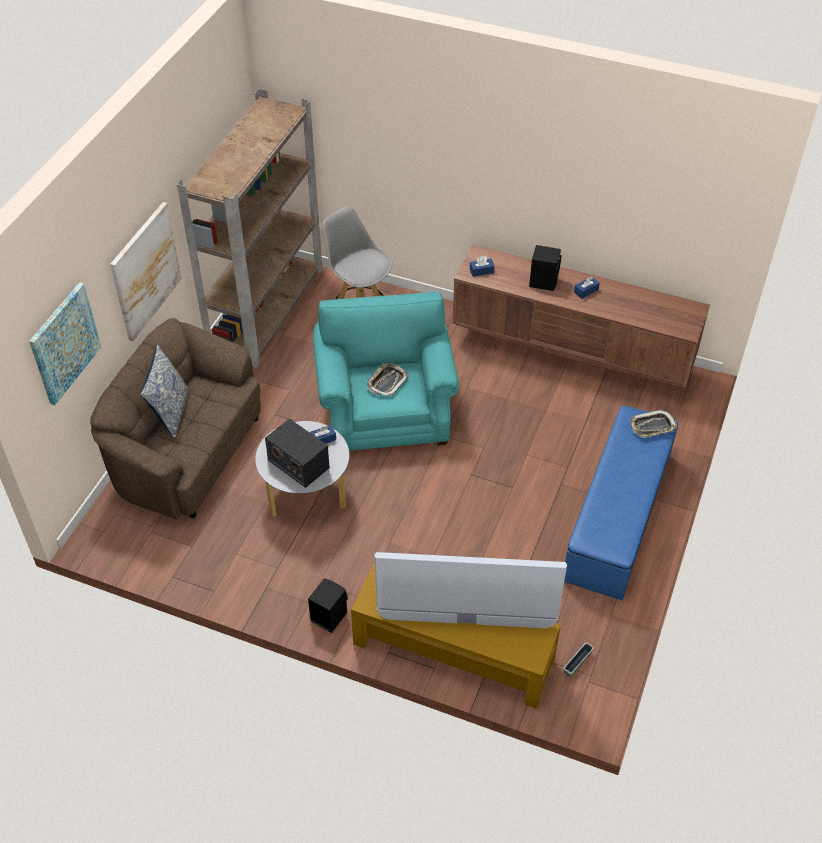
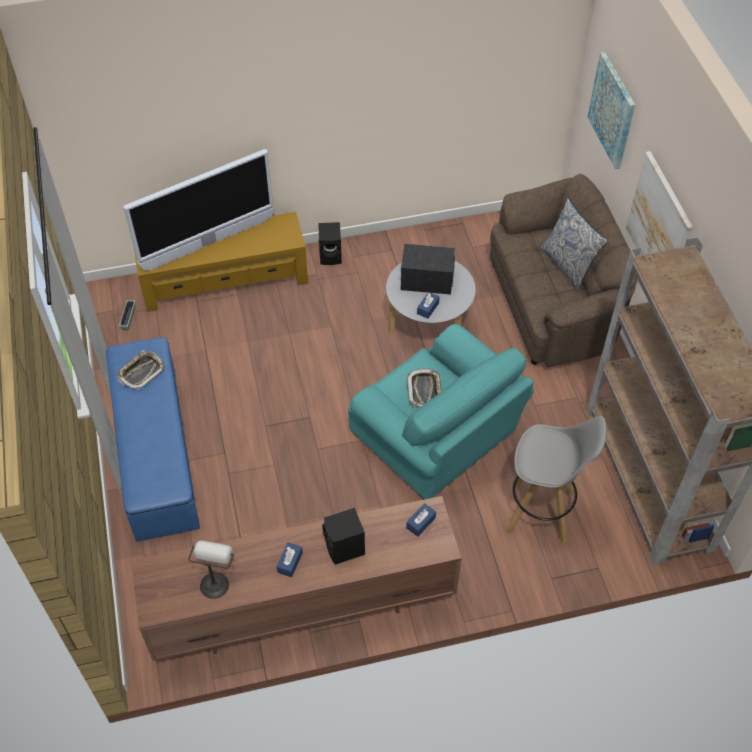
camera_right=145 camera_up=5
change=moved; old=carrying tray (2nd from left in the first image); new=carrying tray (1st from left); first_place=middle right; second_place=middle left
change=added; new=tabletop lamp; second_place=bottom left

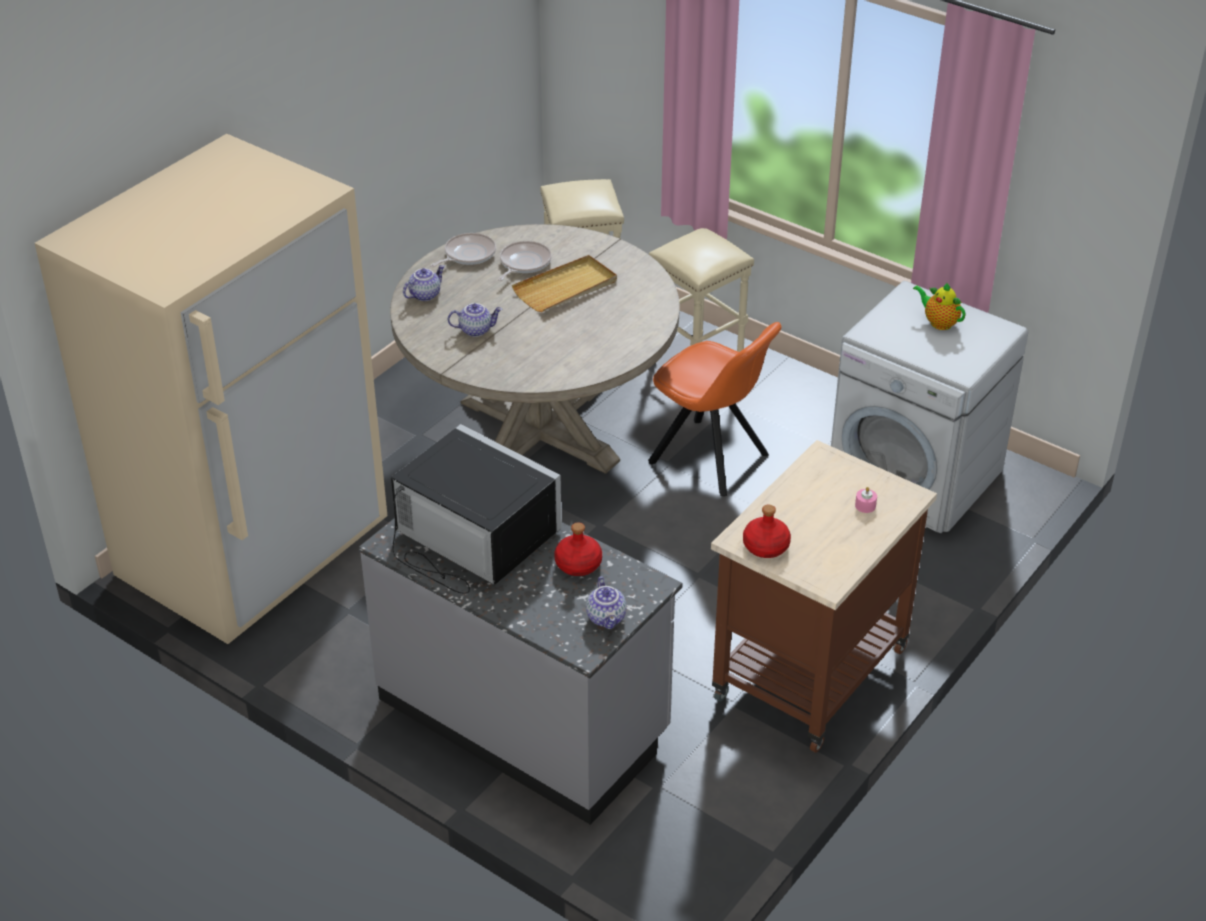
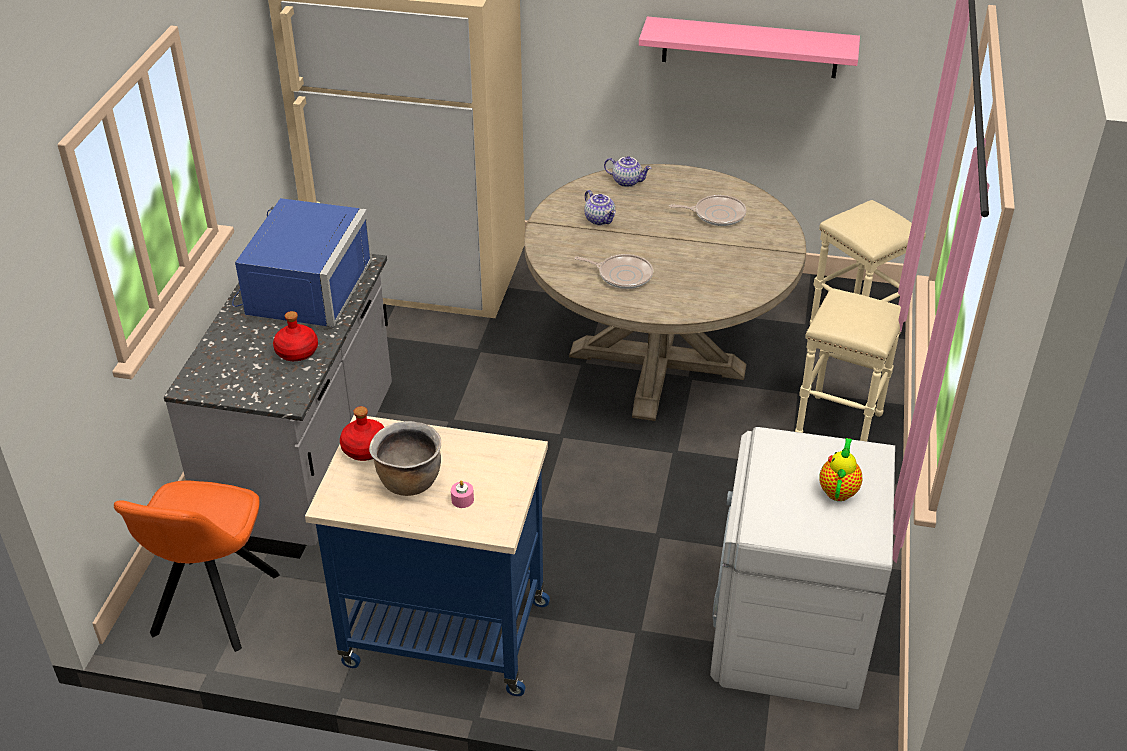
camera_right=65 camera_up=0
change=moved; old=orangey chair; first_place=centre; second_place=bottom left
change=recoloured; old=blackish microwave oven; new=blue-coloured microwave oven; first_place=centre; second_place=middle left
change=recoloured; old=brown wheeled cart; new=blue-coloured wheeled cart; first_place=middle right; second_place=bottom centre
change=added; new=brown saucepot; second_place=centre
change=moved; old=pan (1st from left); first_place=top centre; second_place=centre
change=added; new=pink bracket shelf; second_place=top centre
change=removed; old=beige-coloured carrying tray; first_place=top centre
change=removed; old=pot for tea (3rd from left); first_place=centre

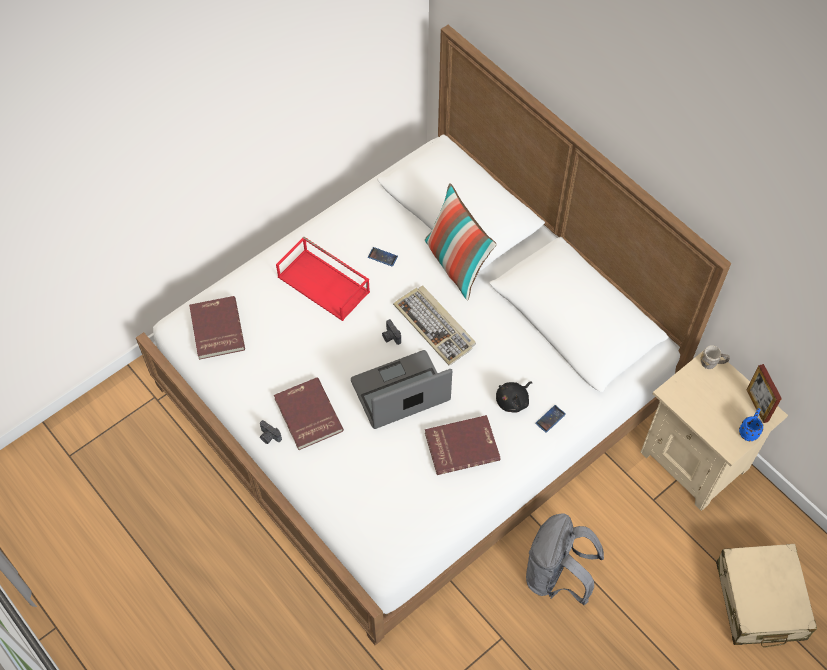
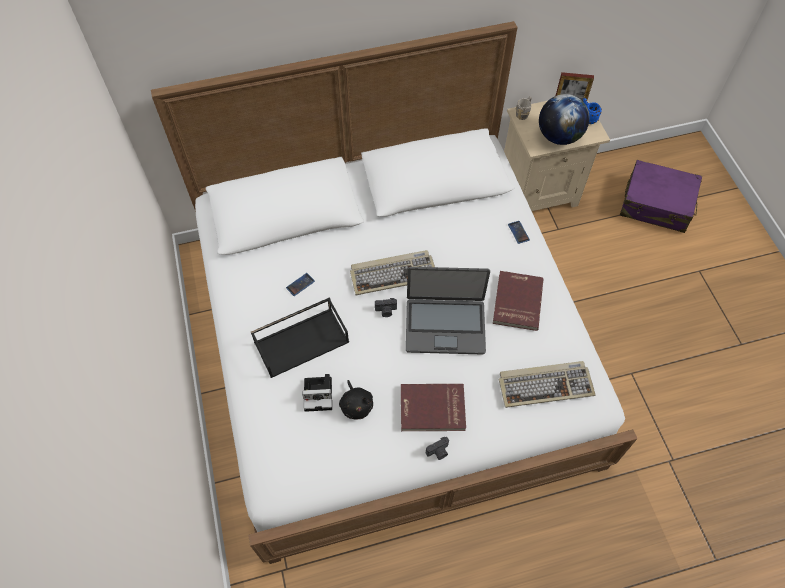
camera_right=-65 camera_up=0
change=recoloured; old=red carrying tray; new=blackish carrying tray; first_place=centre; second_place=centre
change=added; new=still camera (1st from left); second_place=bottom centre
change=moved; old=blackish plush toy; first_place=centre; second_place=bottom centre
change=turned; old=laptop; first_place=centre; second_place=centre; degrees=-90
change=added; new=computer keyboard (2nd from left); second_place=middle right
change=added; new=desk globe; second_place=top right
change=recoloured; old=beige-coloured piece of luggage; new=purple piece of luggage; first_place=bottom right; second_place=middle right
change=removed; old=red volume (1st from left); first_place=middle left
change=removed; old=pillow; first_place=centre
change=removed; old=gray knapsack; first_place=bottom right

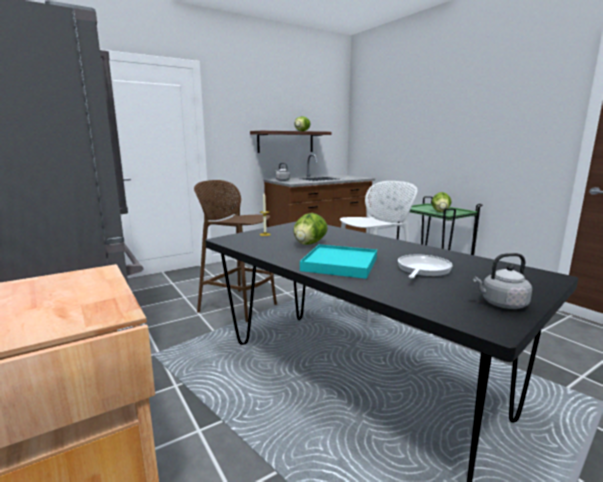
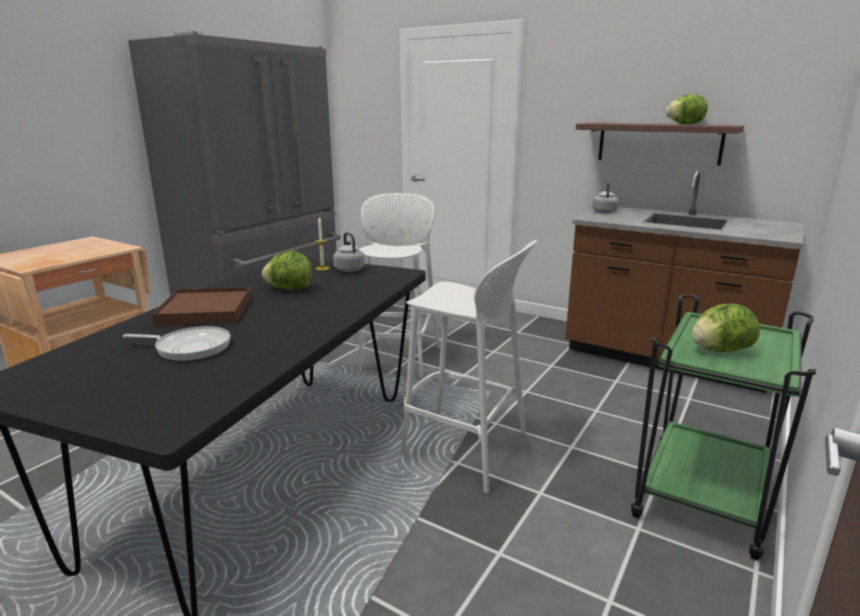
camera_right=65 camera_up=5
change=recoloured; old=turquoise carrying tray; new=brown carrying tray; first_place=centre; second_place=middle left
change=moved; old=gray tea kettle (2nd from left in the first image); new=gray tea kettle (1st from left); first_place=middle right; second_place=centre
change=recoloured; old=brown stool seat; new=whitish stool seat (1st from left); first_place=centre; second_place=centre

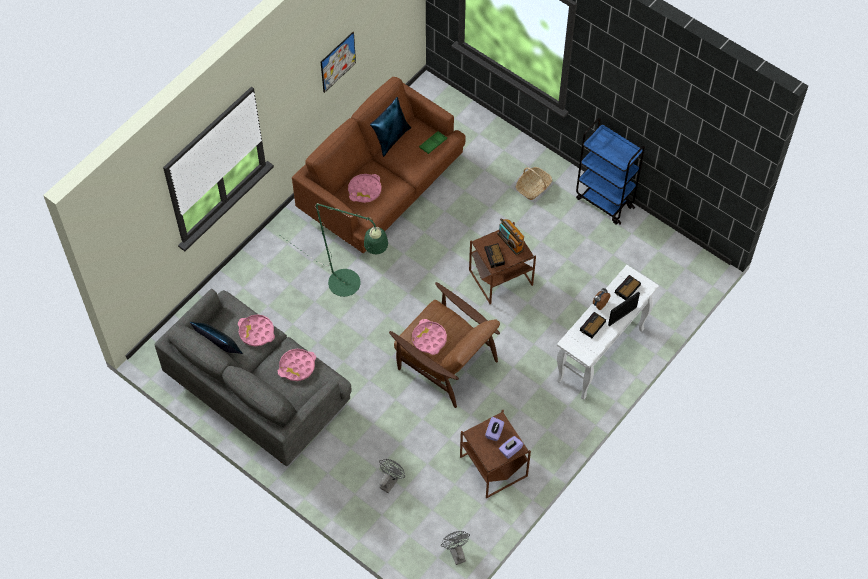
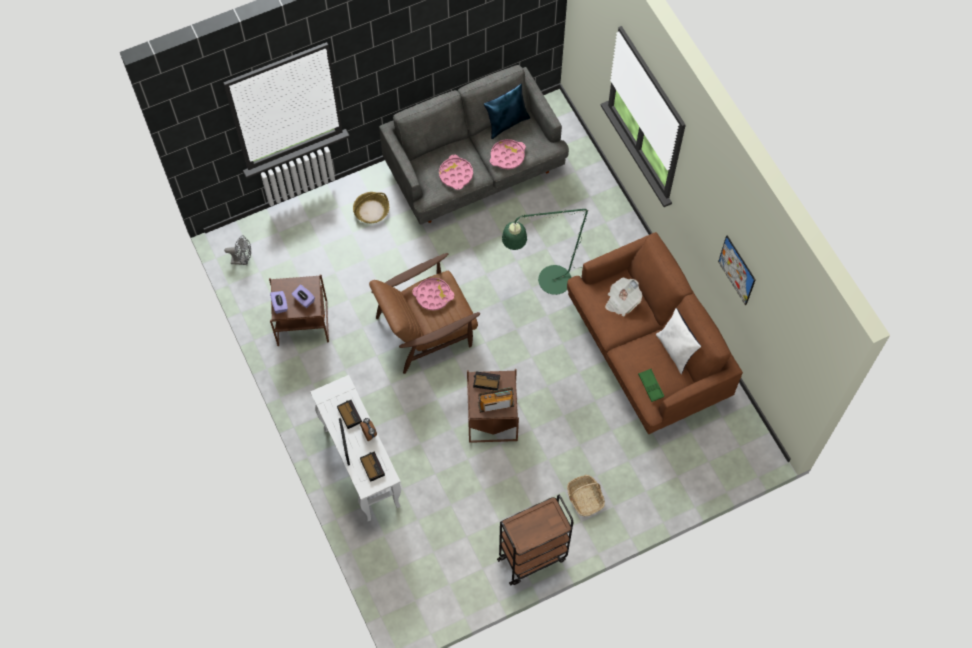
camera_right=115 camera_up=5
change=added; new=storage basket (1st from left); second_place=top centre
change=recoloured; old=blue-coloured wheeled cart; new=brown wheeled cart; first_place=top right; second_place=bottom centre
change=replaced; old=pink carrying tray (3rd from left); new=daily paper; first_place=top centre; second_place=centre
change=recoloured; old=blue-coloured pillow (2nd from left); new=whitish pillow; first_place=top centre; second_place=middle right
change=removed; old=gray electric fan (1st from left); first_place=bottom centre

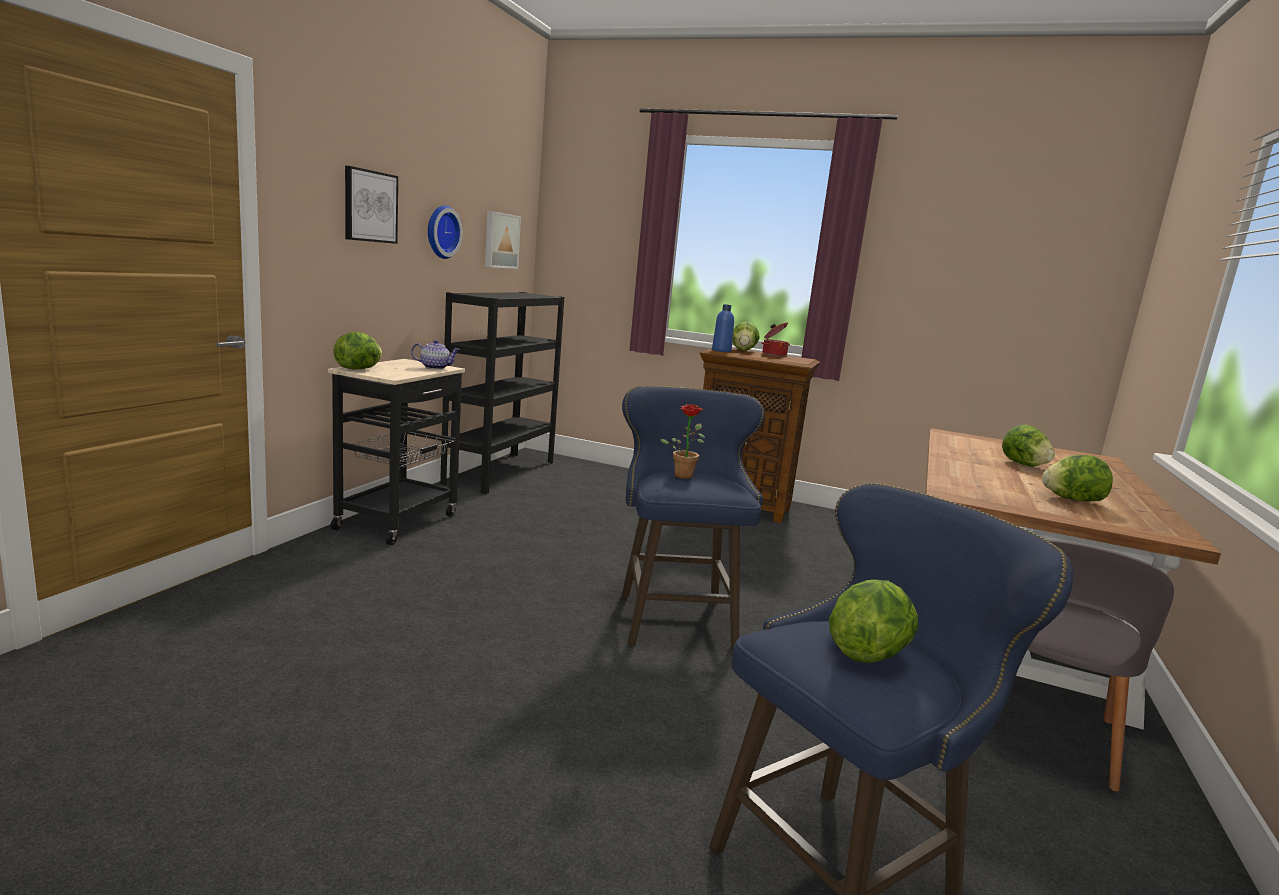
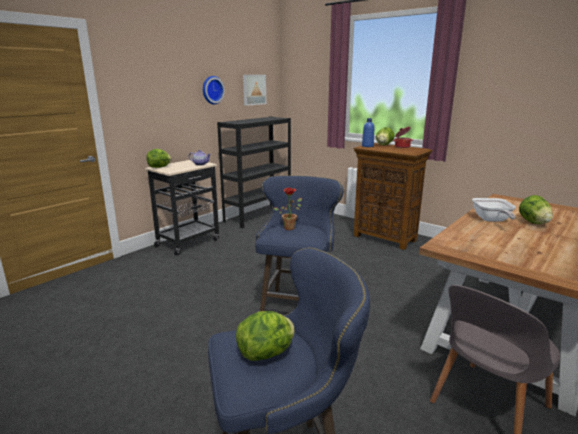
camera_right=20 camera_up=5
change=added; new=pan; second_place=middle right
change=removed; old=wall picture (1st from left); first_place=top left
change=removed; old=head of lettuce (5th from left); first_place=middle right

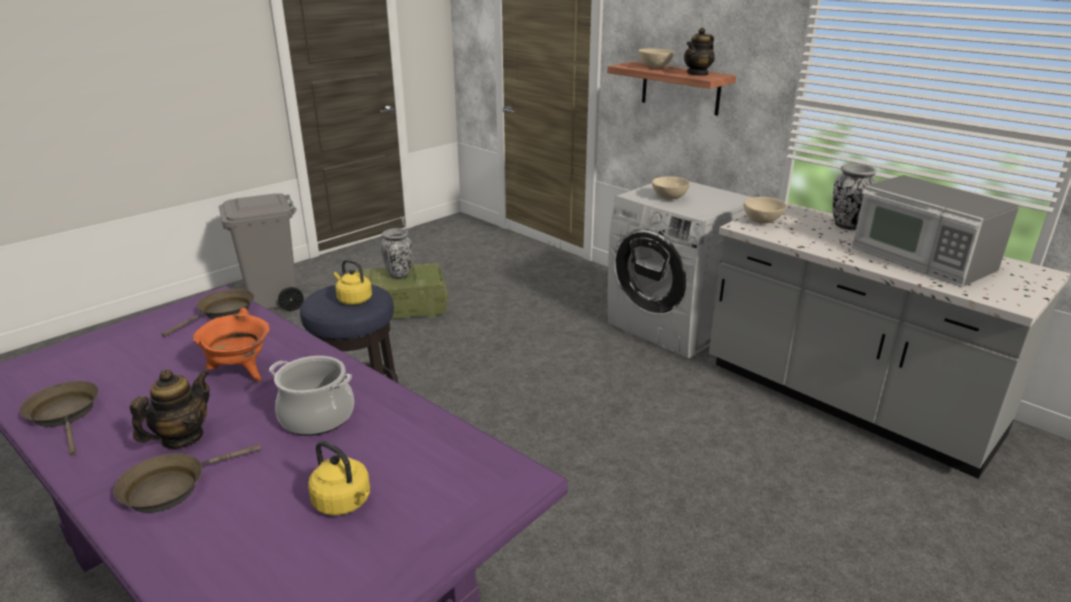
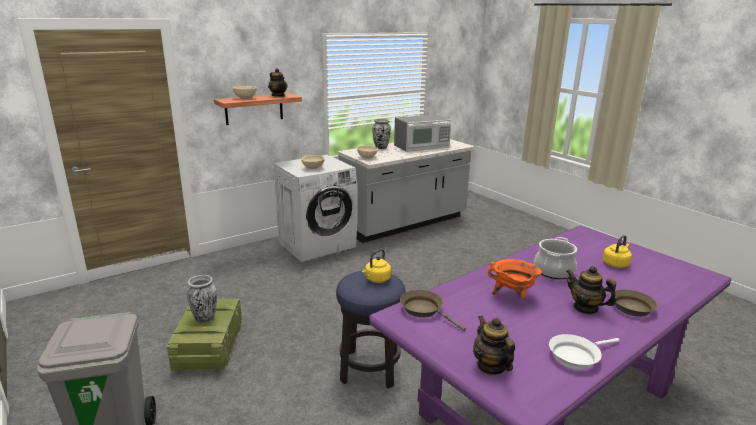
camera_right=-80 camera_up=-5
change=added; new=pot for tea (2nd from left); second_place=bottom centre
change=recoloured; old=brown pan (1st from left); new=whitish pan; first_place=bottom left; second_place=bottom right

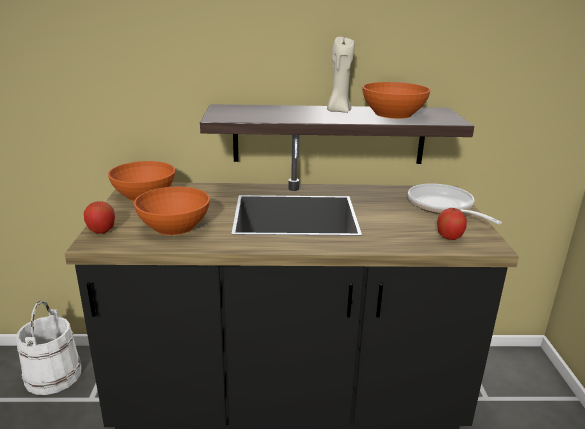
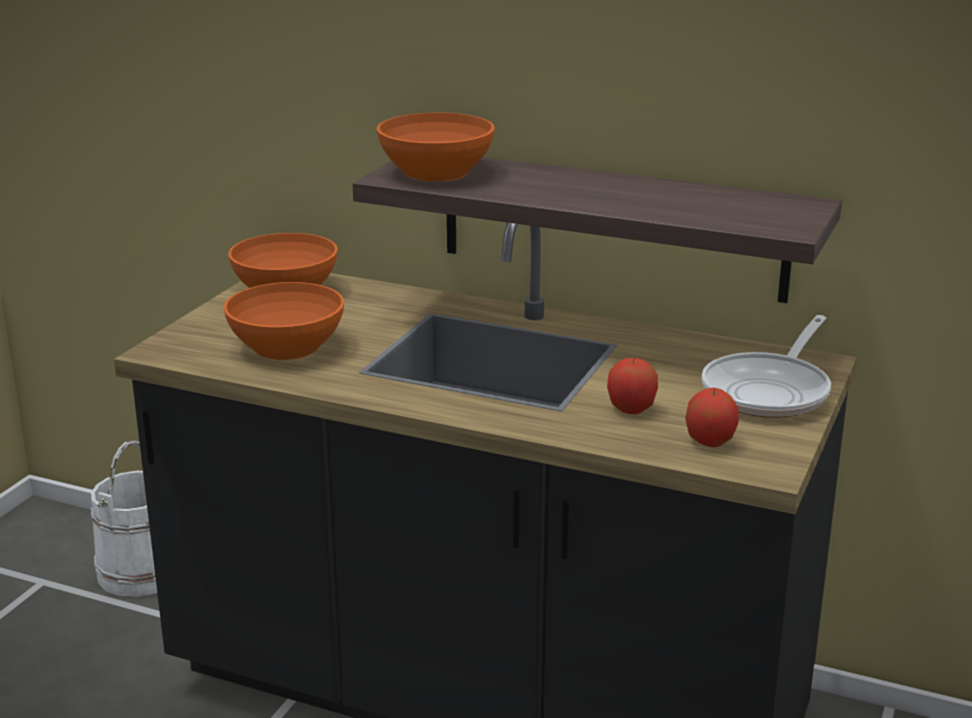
camera_right=25 camera_up=0
change=moved; old=orangey serving bowl (3rd from left); first_place=top right; second_place=top centre
change=moved; old=whole apple (1st from left); first_place=middle left; second_place=centre
change=turned; old=pan; first_place=middle right; second_place=middle right; degrees=-150
change=removed; old=beige-coloured wax light; first_place=top centre

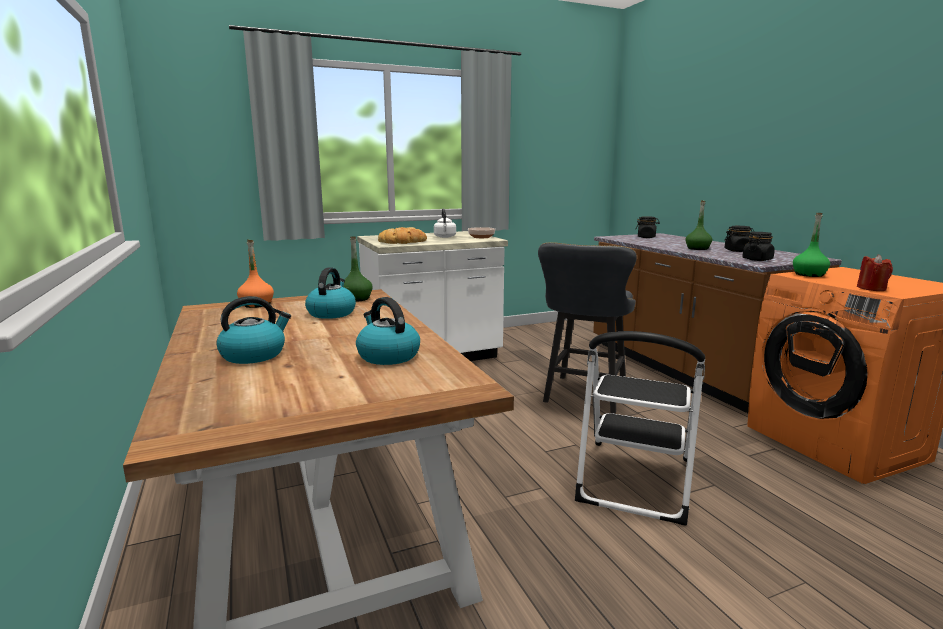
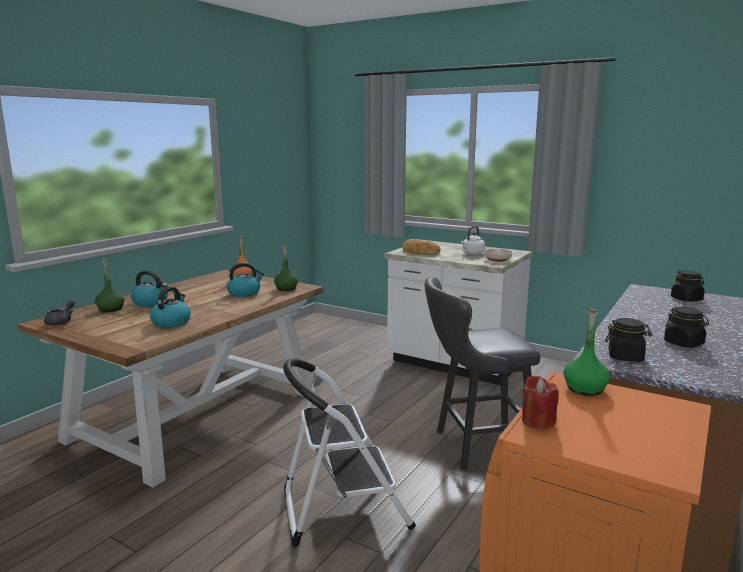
camera_right=55 camera_up=0
change=added; new=gray pot for tea; second_place=middle left
change=moved; old=greenish drink bottle (2nd from left in the first image); new=greenish drink bottle (1st from left); first_place=middle right; second_place=middle left

